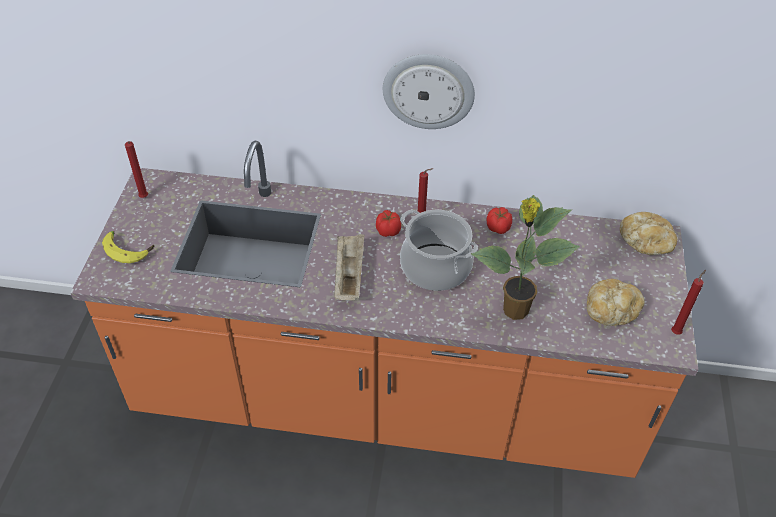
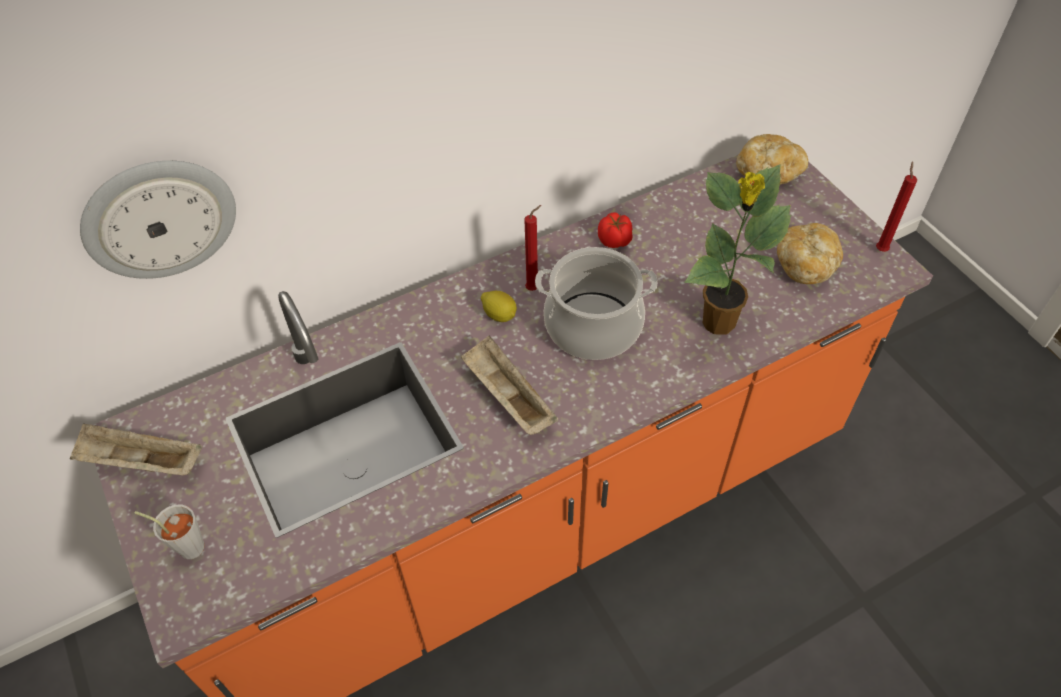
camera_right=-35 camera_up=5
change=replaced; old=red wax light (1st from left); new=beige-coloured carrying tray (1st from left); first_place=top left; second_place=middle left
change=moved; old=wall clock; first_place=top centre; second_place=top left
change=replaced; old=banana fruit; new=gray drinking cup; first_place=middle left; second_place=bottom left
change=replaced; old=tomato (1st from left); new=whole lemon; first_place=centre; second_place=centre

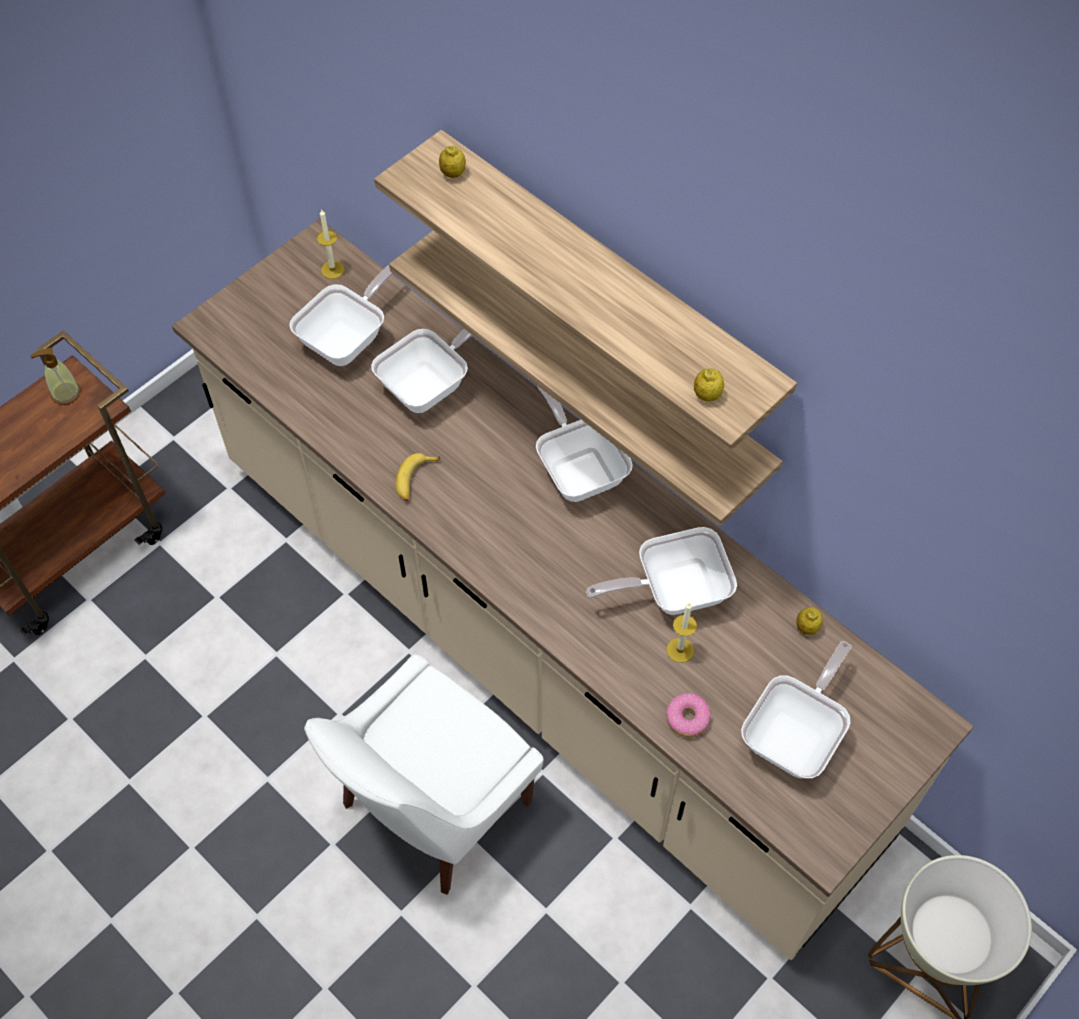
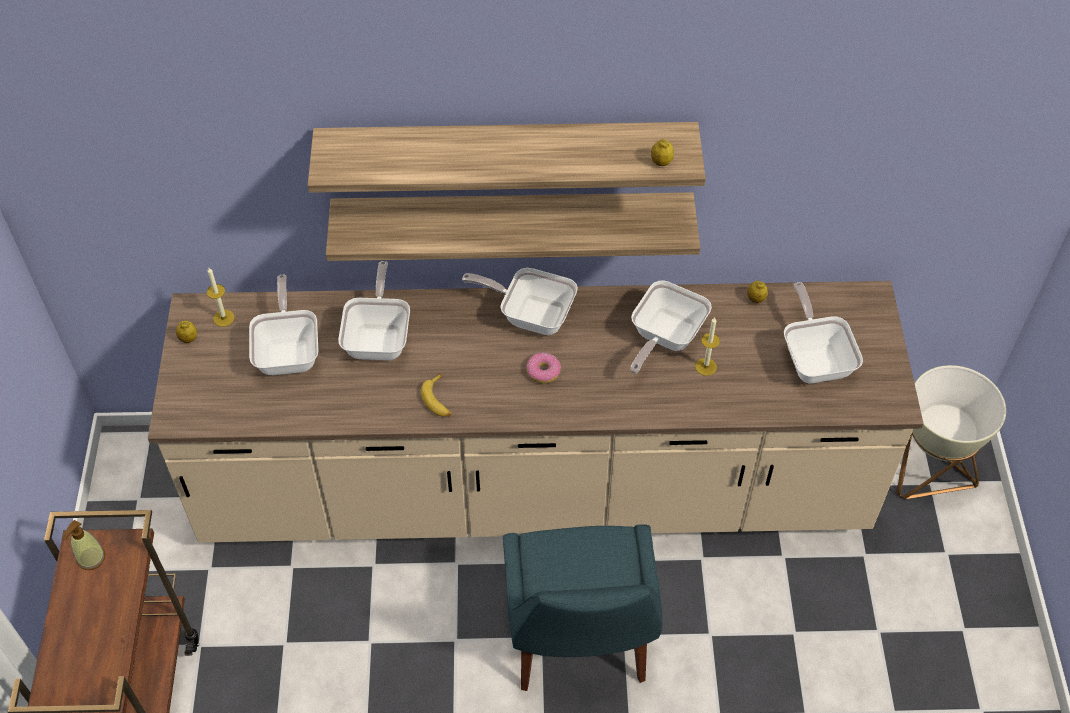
camera_right=-45 camera_up=-5
change=moved; old=whole lemon (1st from left); first_place=top centre; second_place=middle left
change=recoloured; old=whitish chair; new=blue-coloured chair; first_place=bottom centre; second_place=bottom centre
change=moved; old=ring doughnut; first_place=bottom centre; second_place=centre

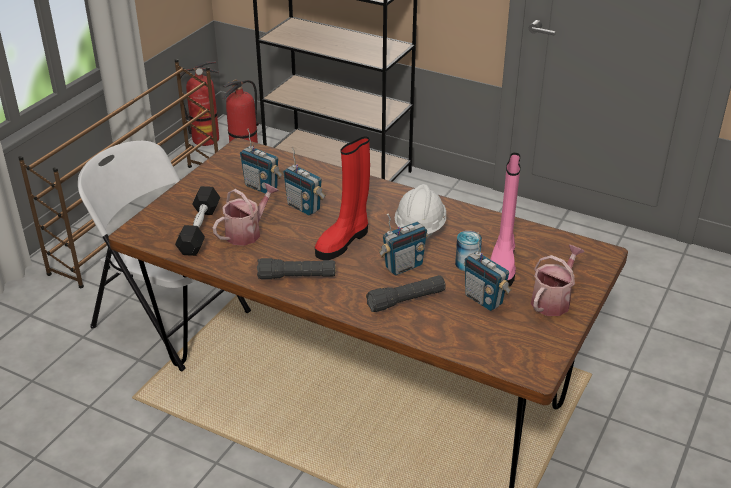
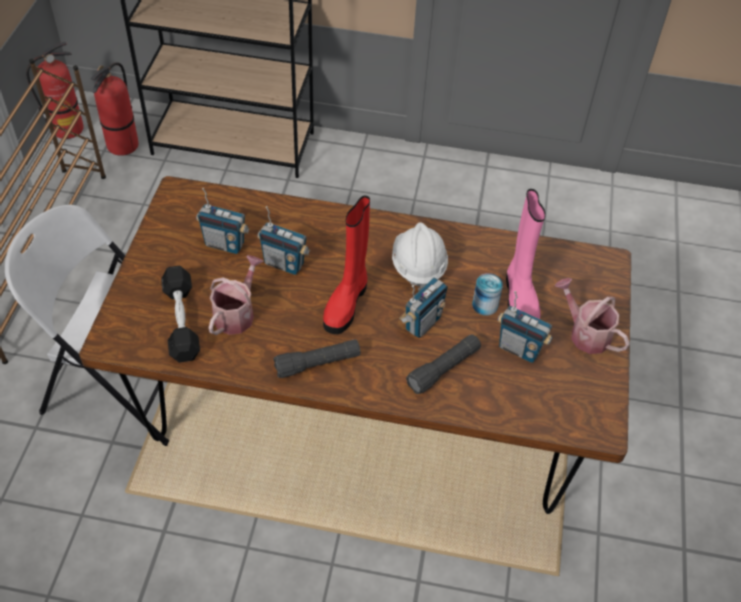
camera_right=-20 camera_up=15
change=turned; old=watering pot (2nd from left); first_place=middle right; second_place=middle right; degrees=-60

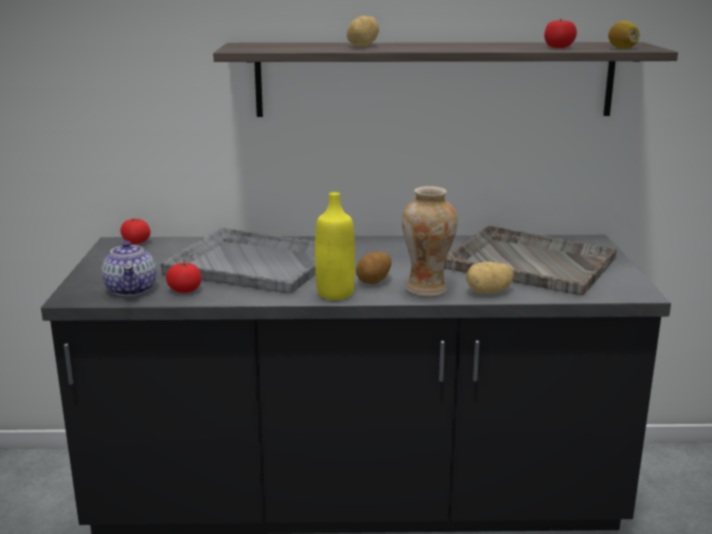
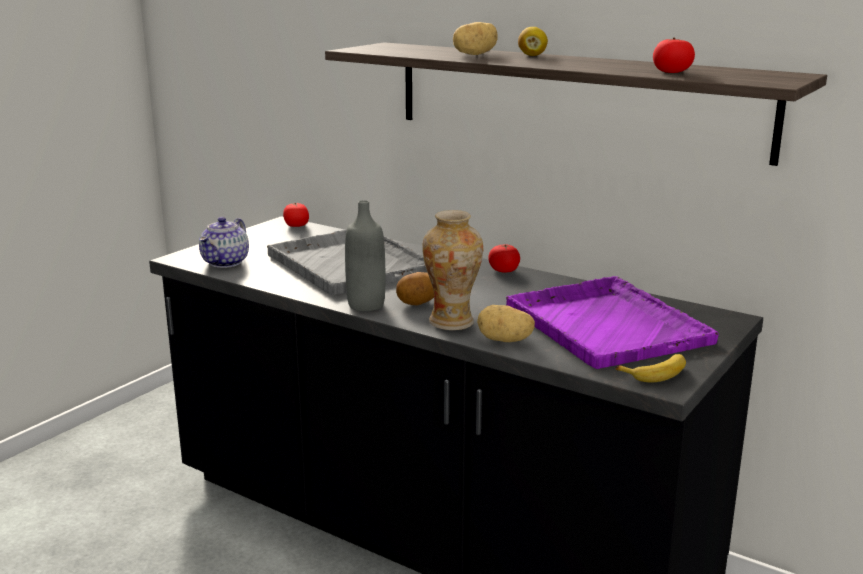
camera_right=35 camera_up=0
change=recoloured; old=yellow-coloured drink bottle; new=gray drink bottle; first_place=centre; second_place=centre
change=moved; old=tomato (2nd from left); first_place=middle left; second_place=centre
change=recoloured; old=gray carrying tray (2nd from left); new=purple carrying tray; first_place=middle right; second_place=middle right
change=moved; old=whole lemon; first_place=top right; second_place=top centre
change=added; new=banana fruit; second_place=middle right

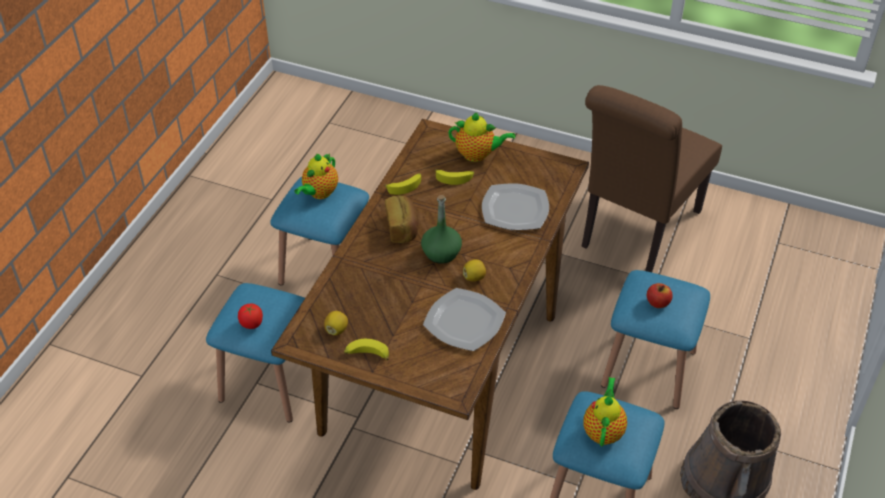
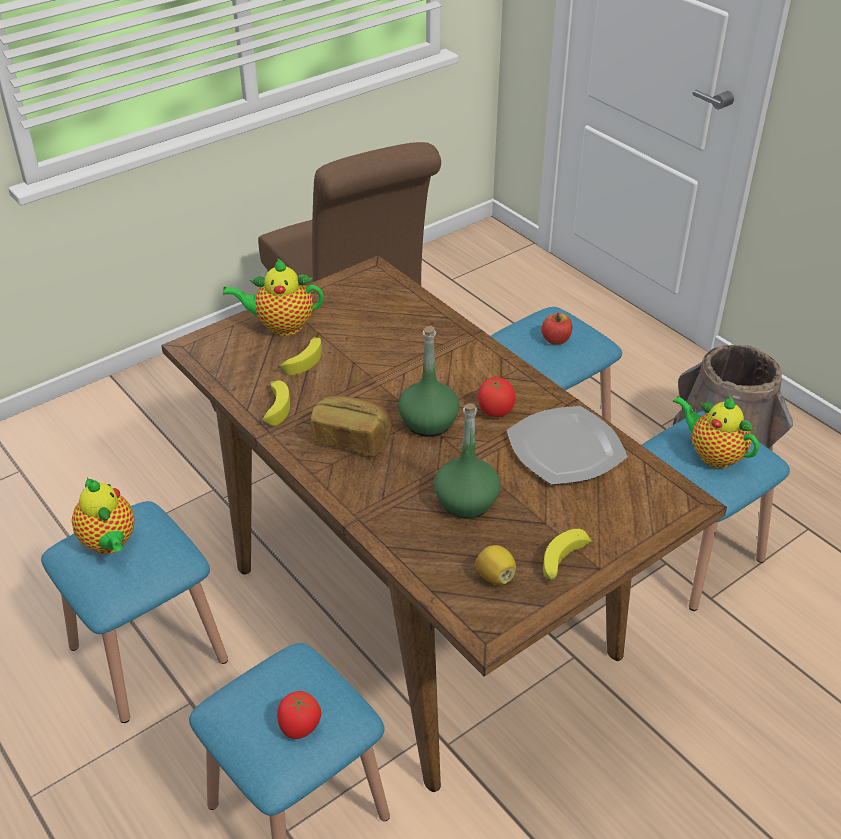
camera_right=-60 camera_up=-5
change=turned; old=pot for tea (2nd from left); first_place=top centre; second_place=middle left; degrees=-135
change=added; new=greenish drink bottle (2nd from left); second_place=centre
change=replaced; old=whole lemon (2nd from left); new=tomato (2nd from left); first_place=centre; second_place=centre
change=removed; old=plate (2nd from left); first_place=centre

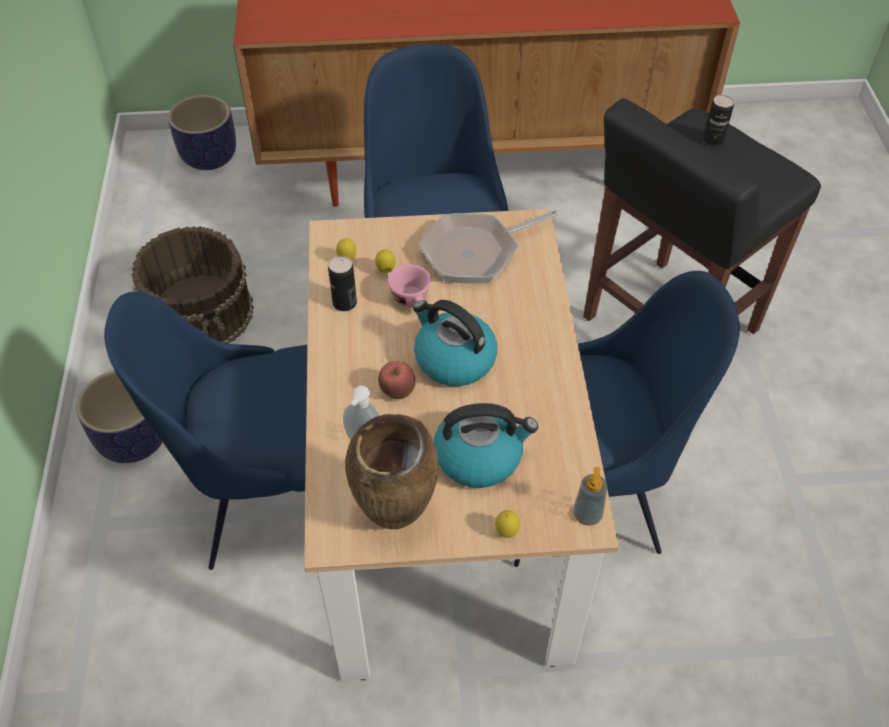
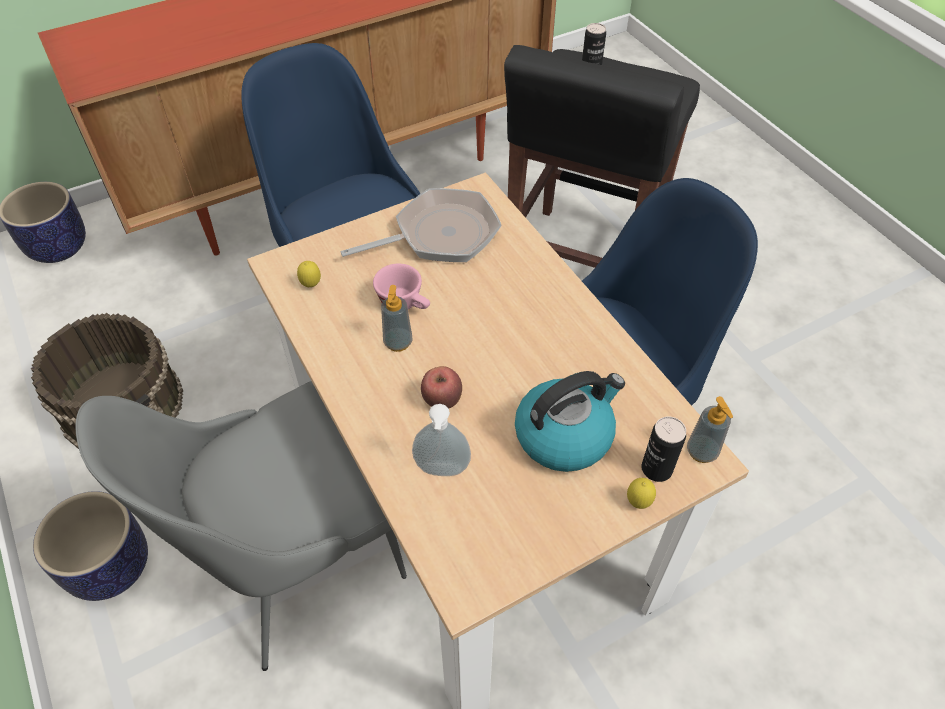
camera_right=-25 camera_up=0
change=recoloured; old=blue-coloured chair (1st from left); new=gray chair; first_place=middle left; second_place=bottom left
change=turned; old=pan; first_place=centre; second_place=top centre; degrees=-150
change=added; new=soap dispenser (1st from left); second_place=centre
change=moved; old=can (1st from left in the first image); new=can (2nd from left); first_place=centre; second_place=middle right
change=removed; old=brown decorative vase; first_place=centre
change=removed; old=whole lemon (2nd from left); first_place=centre
change=removed; old=tea kettle (1st from left); first_place=centre

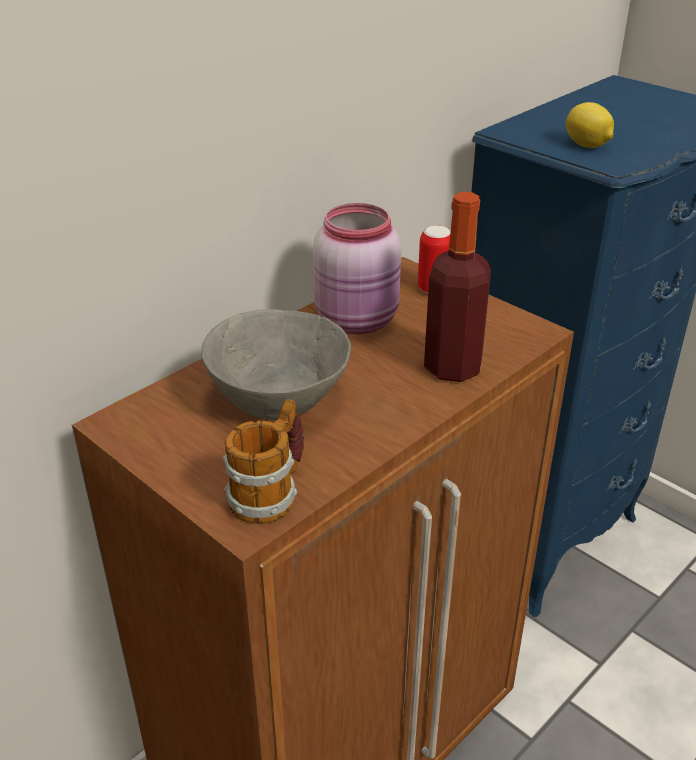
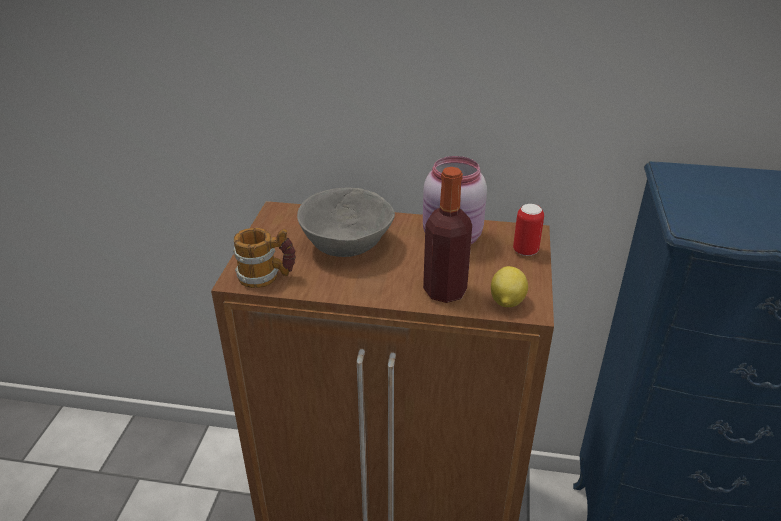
camera_right=55 camera_up=0
change=moved; old=whole lemon; first_place=top right; second_place=centre

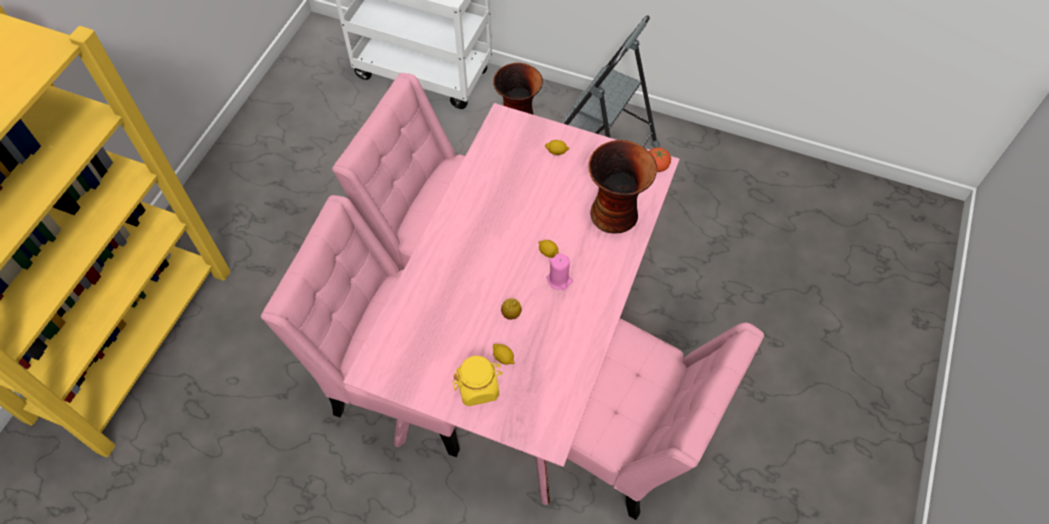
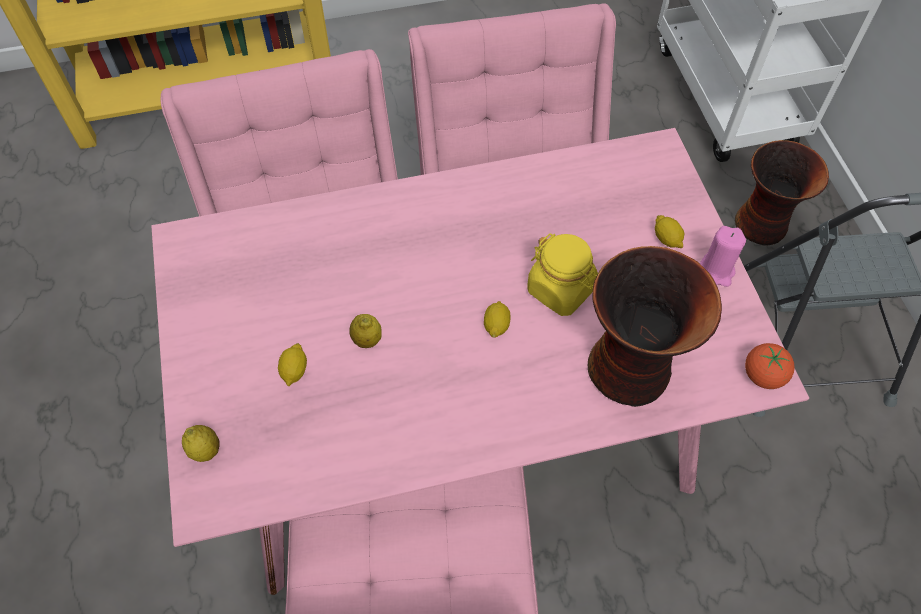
camera_right=55 camera_up=0
change=added; new=whole lemon (1st from left); second_place=bottom left
change=moved; old=yellow-coloured jar; first_place=bottom centre; second_place=centre
change=moved; old=pink wax light; first_place=centre; second_place=middle right

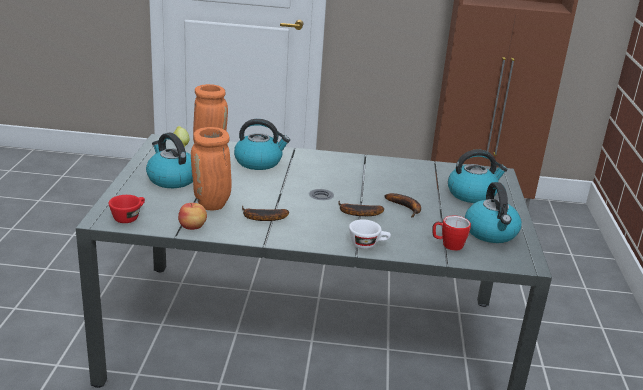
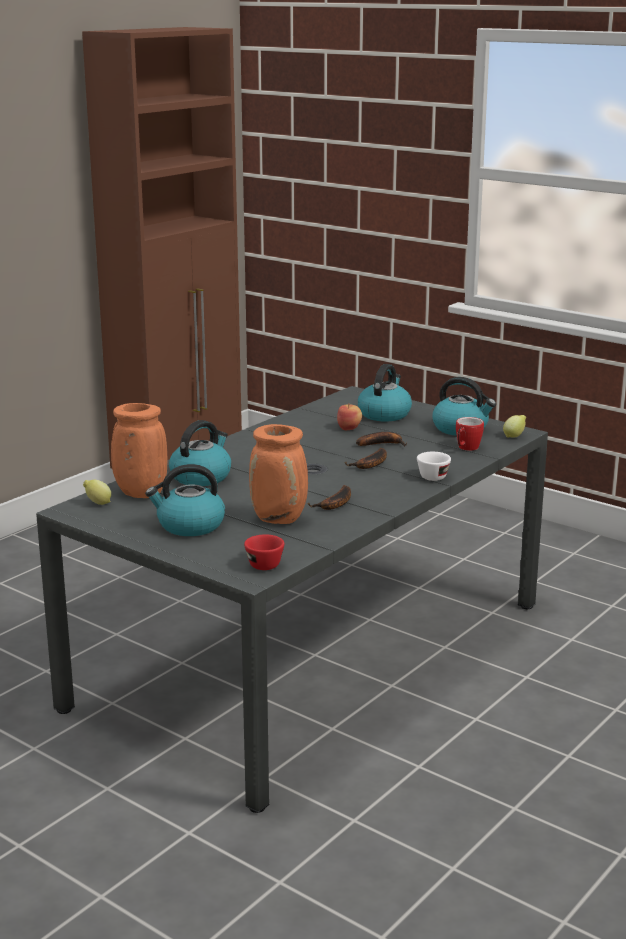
camera_right=-55 camera_up=-5
change=moved; old=whole apple; first_place=middle left; second_place=centre
change=added; new=whole lemon (2nd from left); second_place=middle right

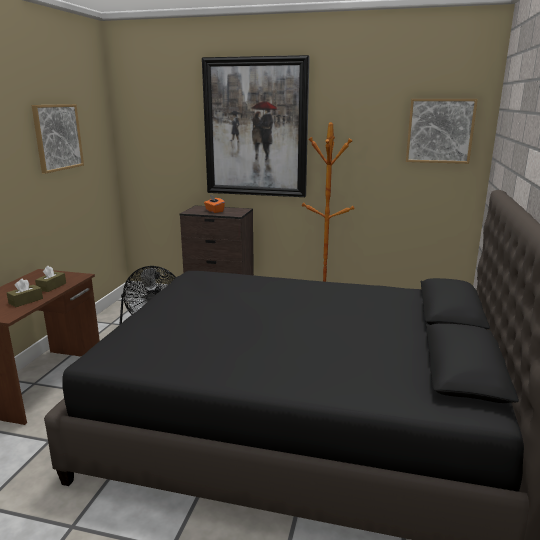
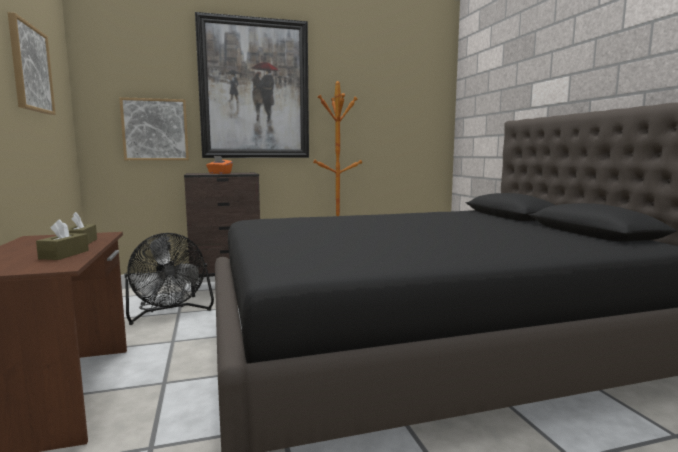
camera_right=-30 camera_up=-10
change=moved; old=wall picture (3rd from left in the first image); new=wall picture (2nd from left); first_place=top right; second_place=top left

